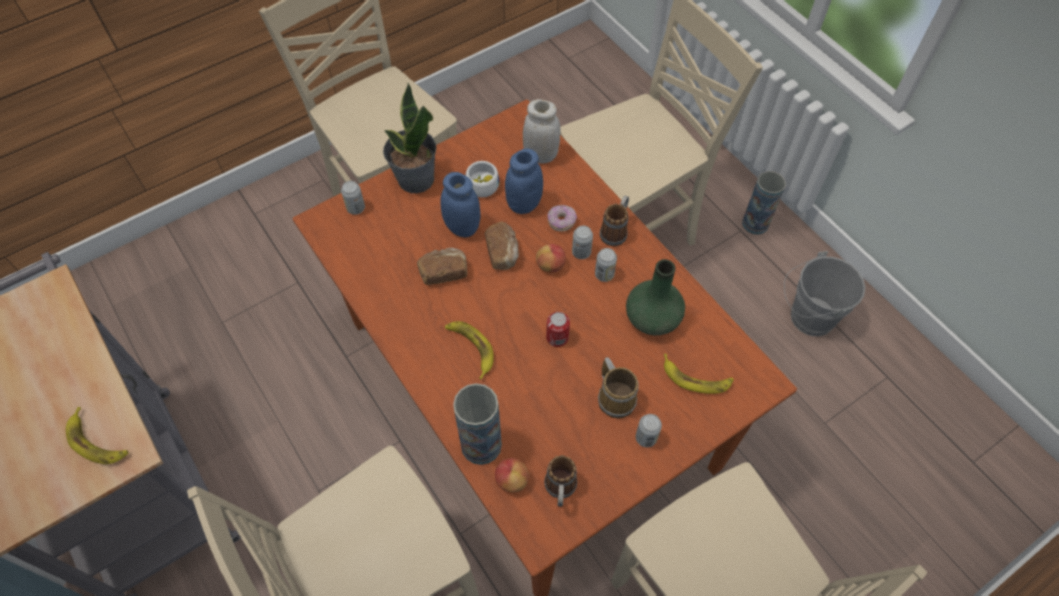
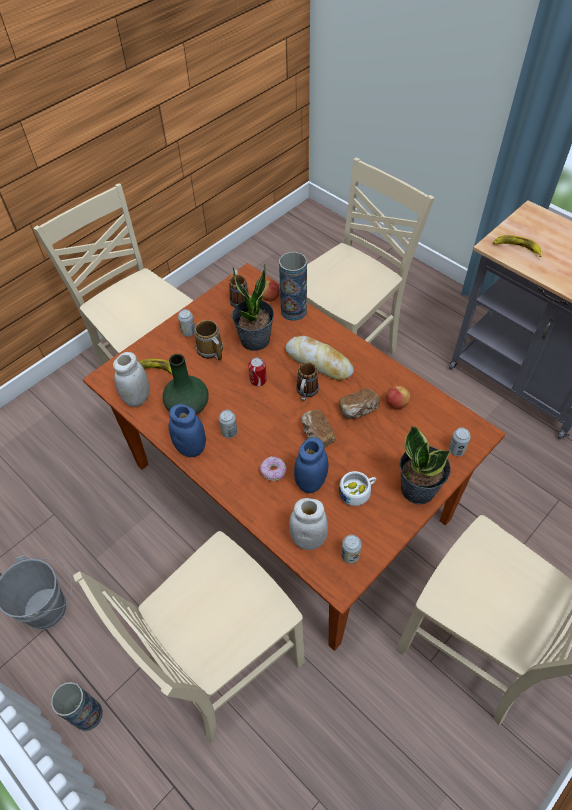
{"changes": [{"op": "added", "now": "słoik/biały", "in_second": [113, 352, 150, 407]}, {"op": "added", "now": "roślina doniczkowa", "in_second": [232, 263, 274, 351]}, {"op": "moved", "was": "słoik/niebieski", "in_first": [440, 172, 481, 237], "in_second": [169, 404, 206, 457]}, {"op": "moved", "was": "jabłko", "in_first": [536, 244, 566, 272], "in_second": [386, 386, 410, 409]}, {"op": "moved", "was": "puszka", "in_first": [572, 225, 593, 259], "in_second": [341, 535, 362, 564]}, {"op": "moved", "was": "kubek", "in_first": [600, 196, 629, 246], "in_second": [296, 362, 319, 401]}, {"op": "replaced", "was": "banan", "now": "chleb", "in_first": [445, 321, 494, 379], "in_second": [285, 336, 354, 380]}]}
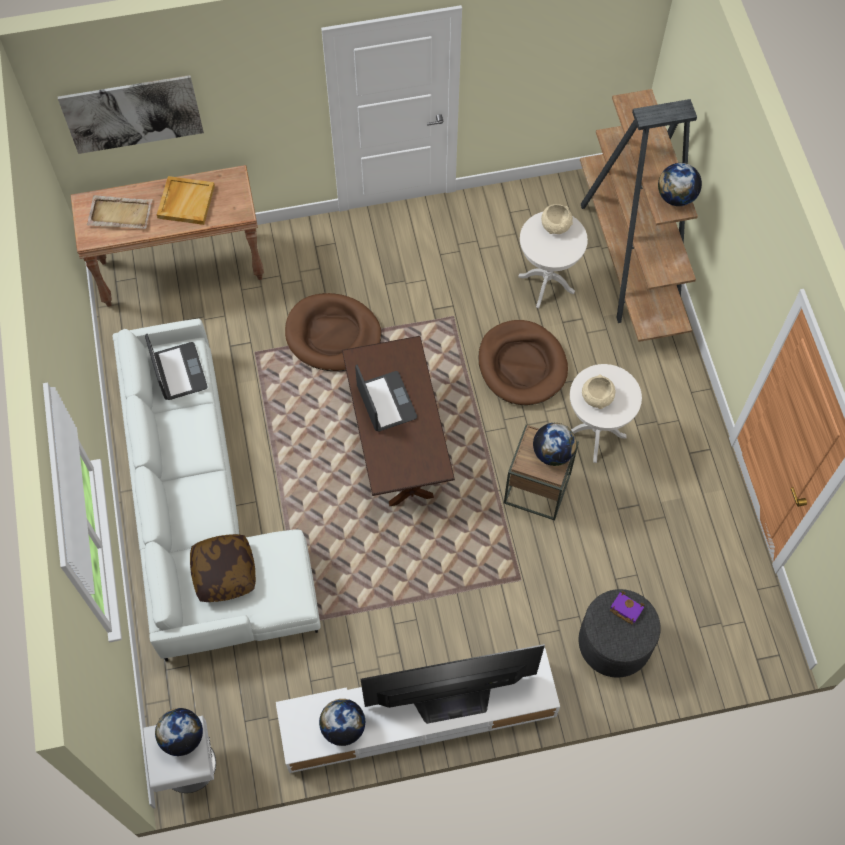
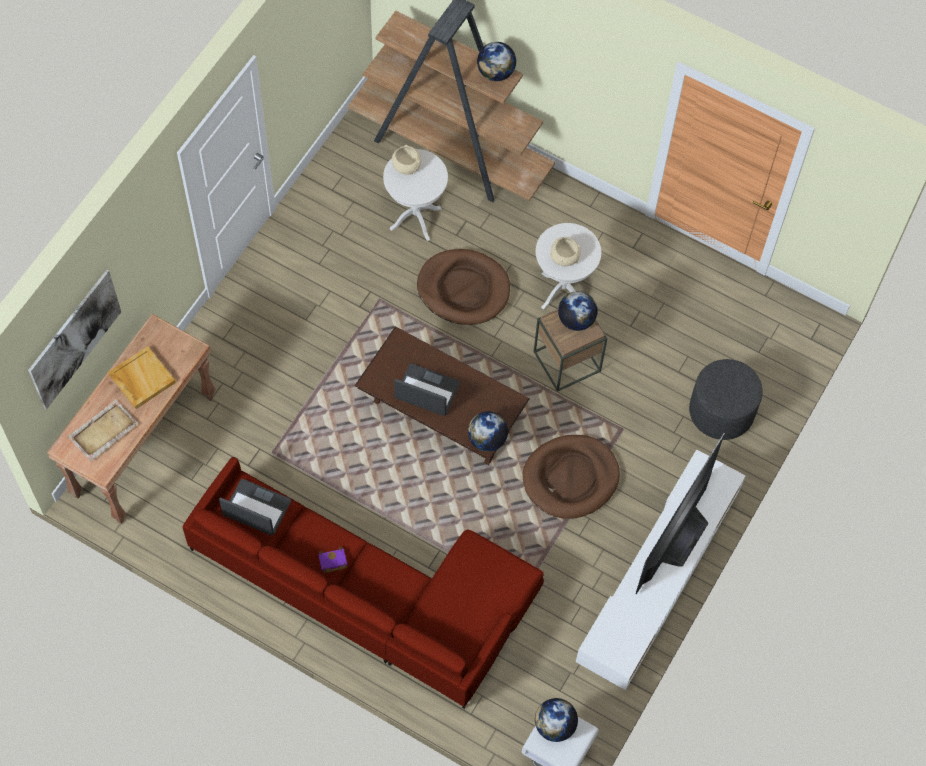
{"changes": [{"op": "removed", "was": "poduszka", "in_first": [190, 534, 256, 602]}, {"op": "moved", "was": "legowisko/brązowy", "in_first": [285, 293, 381, 371], "in_second": [523, 435, 620, 519]}, {"op": "moved", "was": "globus", "in_first": [319, 699, 365, 746], "in_second": [468, 411, 508, 452]}, {"op": "moved", "was": "książka/fioletowy", "in_first": [610, 591, 644, 625], "in_second": [318, 547, 347, 573]}, {"op": "recoloured", "was": "kanapa/biały", "now": "kanapa/czerwony", "in_first": [113, 319, 321, 661], "in_second": [183, 457, 544, 709]}]}
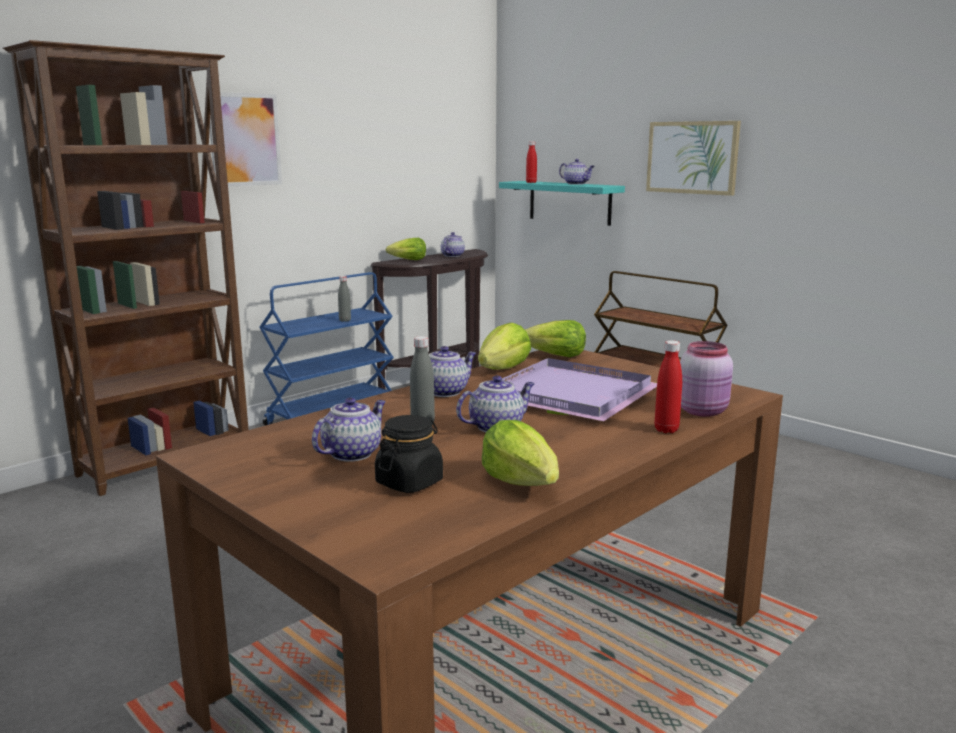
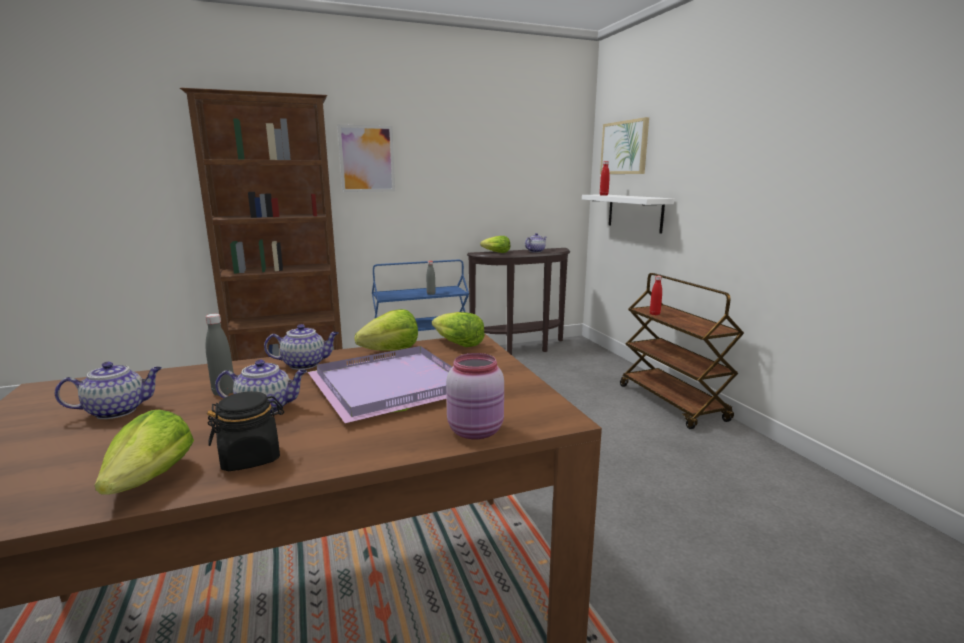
{"changes": [{"op": "removed", "was": "imbryk", "in_first": [559, 159, 595, 185]}, {"op": "moved", "was": "słoik/czarny", "in_first": [375, 415, 443, 493], "in_second": [207, 391, 284, 471]}, {"op": "moved", "was": "obraz", "in_first": [646, 121, 741, 196], "in_second": [600, 117, 649, 174]}, {"op": "moved", "was": "butelka/czerwony", "in_first": [655, 340, 682, 433], "in_second": [650, 276, 662, 315]}, {"op": "recoloured", "was": "półka/turkusowy", "now": "półka/biały", "in_first": [499, 181, 625, 226], "in_second": [582, 195, 674, 233]}]}
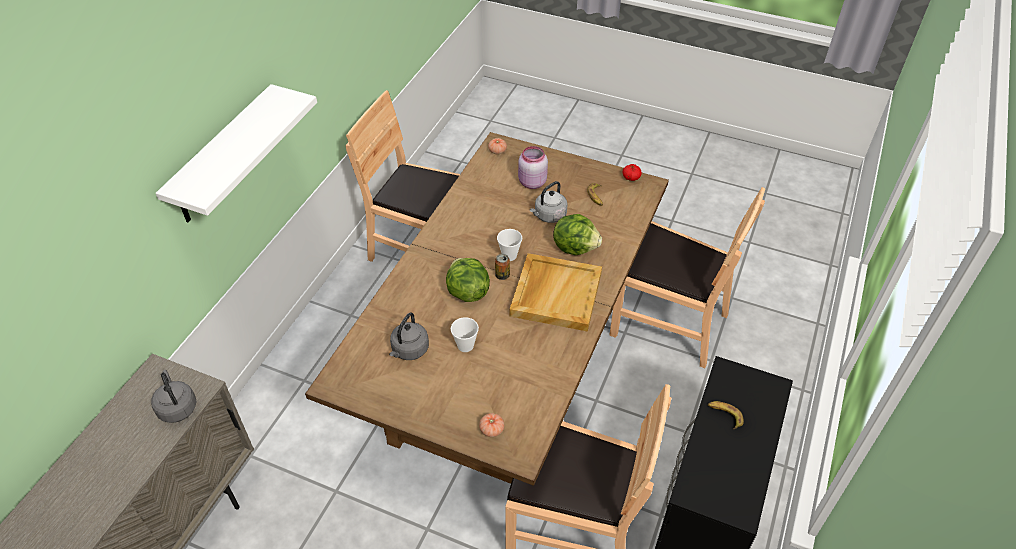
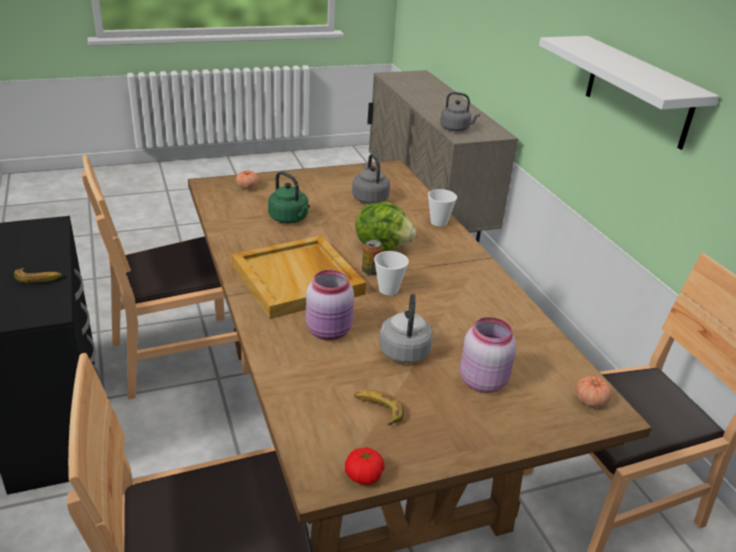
{"changes": [{"op": "added", "now": "czajnik/zielony", "in_second": [268, 171, 310, 223]}, {"op": "moved", "was": "filiżanka", "in_first": [451, 317, 479, 352], "in_second": [428, 189, 457, 227]}, {"op": "replaced", "was": "sałata", "now": "słoik/różowy", "in_first": [553, 214, 602, 255], "in_second": [306, 270, 354, 340]}]}
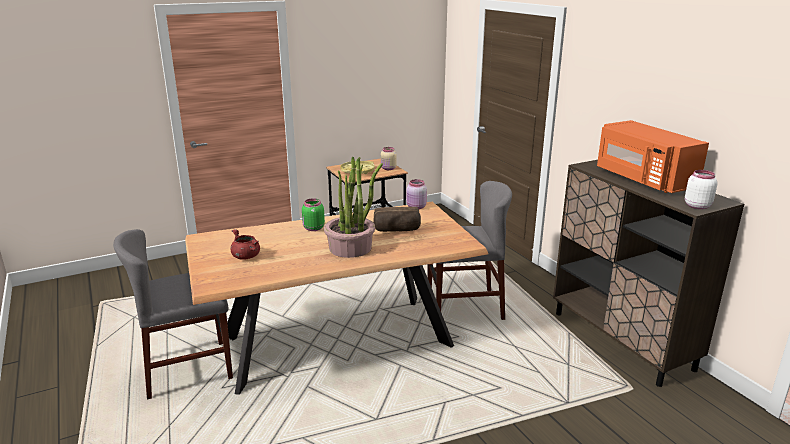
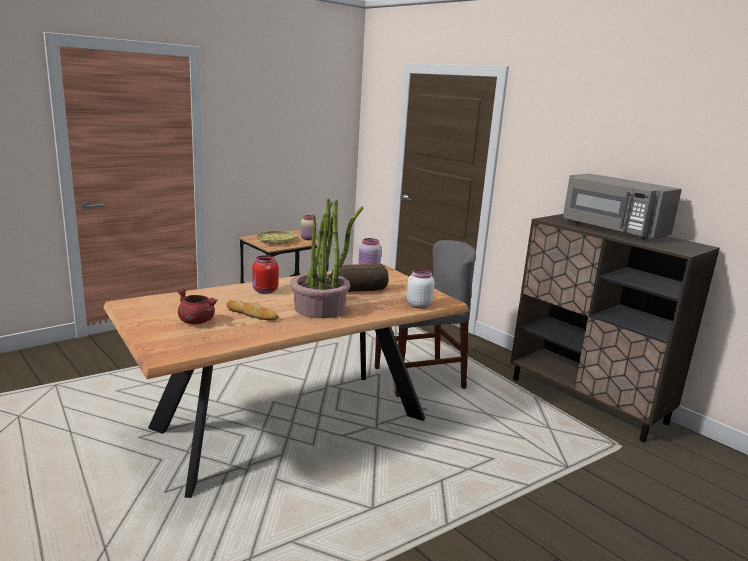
{"changes": [{"op": "removed", "was": "krzesło/szary", "in_first": [113, 229, 233, 400]}, {"op": "added", "now": "chleb", "in_second": [226, 300, 279, 321]}, {"op": "moved", "was": "słoik/biały", "in_first": [685, 170, 717, 209], "in_second": [407, 269, 435, 309]}, {"op": "recoloured", "was": "słoik/zielony", "now": "słoik/czerwony", "in_first": [302, 198, 325, 231], "in_second": [252, 255, 279, 294]}, {"op": "recoloured", "was": "mikrofalówka/pomarańczowy", "now": "mikrofalówka/szary", "in_first": [597, 120, 709, 193], "in_second": [563, 174, 682, 240]}]}
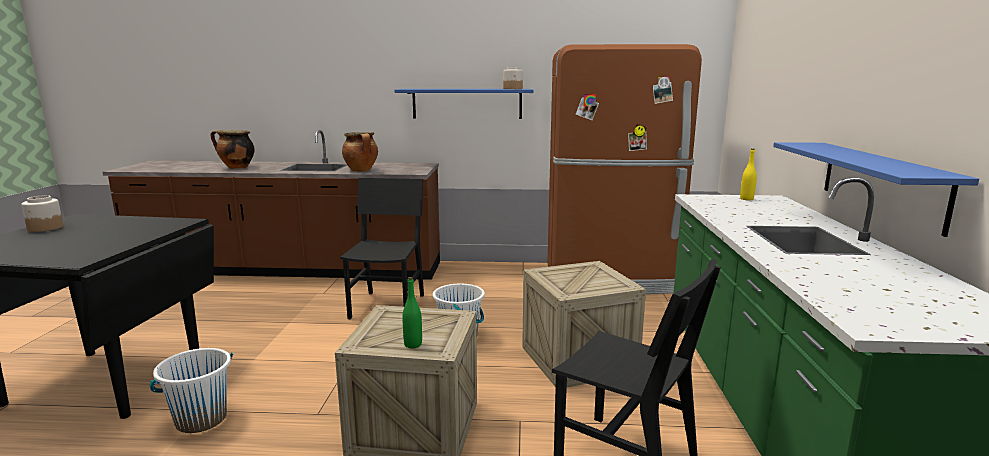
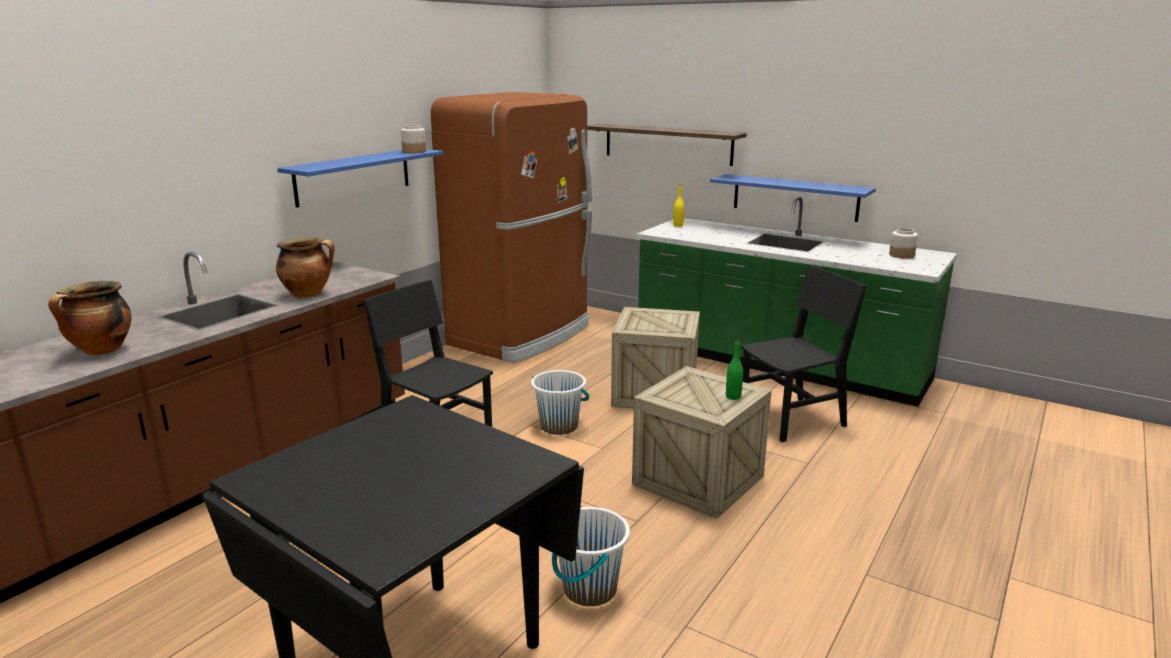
{"changes": [{"op": "added", "now": "półka", "in_second": [587, 124, 747, 166]}, {"op": "moved", "was": "słoik", "in_first": [21, 195, 63, 232], "in_second": [889, 228, 918, 259]}]}
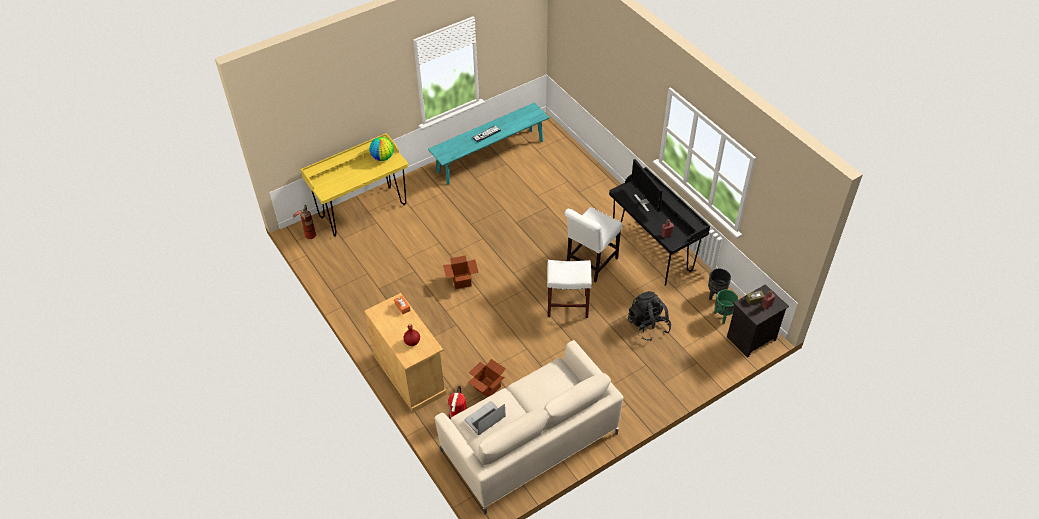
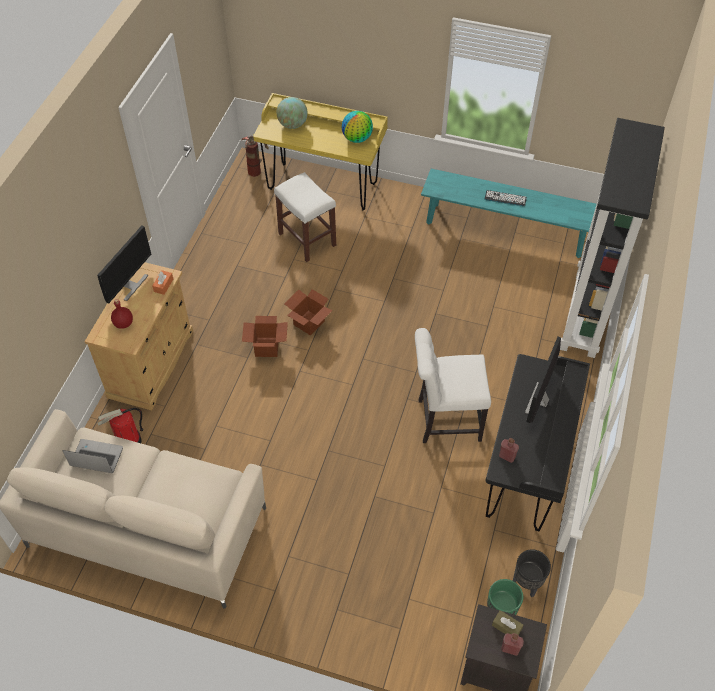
{"changes": [{"op": "removed", "was": "plecak/czarny", "in_first": [628, 291, 671, 341]}, {"op": "added", "now": "monitor", "in_second": [97, 225, 151, 303]}, {"op": "added", "now": "globus", "in_second": [276, 97, 308, 129]}, {"op": "added", "now": "regał/czarny", "in_second": [560, 118, 665, 358]}, {"op": "moved", "was": "karton", "in_first": [468, 359, 506, 397], "in_second": [242, 316, 288, 357]}, {"op": "moved", "was": "stołek/biały", "in_first": [547, 260, 591, 318], "in_second": [274, 172, 336, 262]}]}
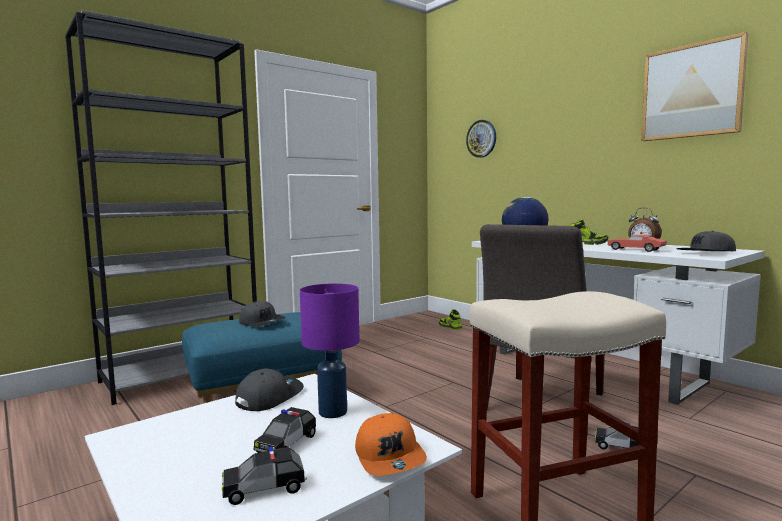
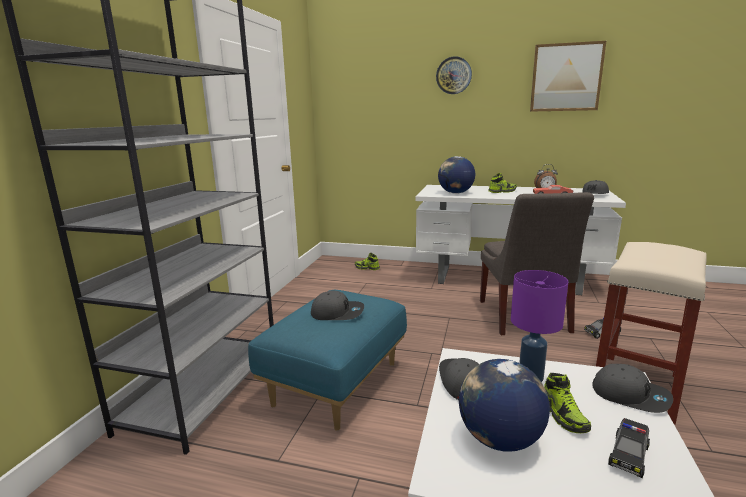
{"changes": [{"op": "added", "now": "globus", "in_second": [459, 359, 550, 452]}, {"op": "moved", "was": "zegar ścienny", "in_first": [466, 120, 496, 158], "in_second": [436, 56, 472, 94]}, {"op": "replaced", "was": "samochodzik", "now": "but", "in_first": [254, 407, 316, 453], "in_second": [544, 373, 591, 433]}, {"op": "recoloured", "was": "czapka z daszkiem/pomarańczowy", "now": "czapka z daszkiem/szary", "in_first": [355, 413, 427, 476], "in_second": [592, 364, 673, 413]}]}
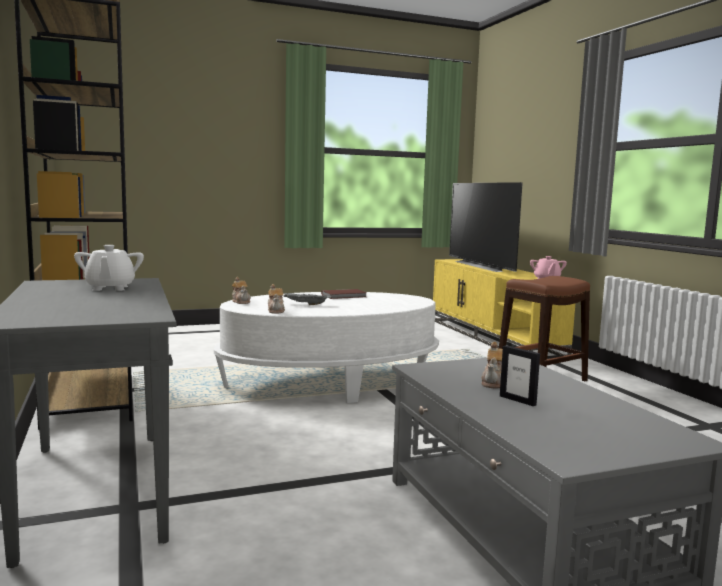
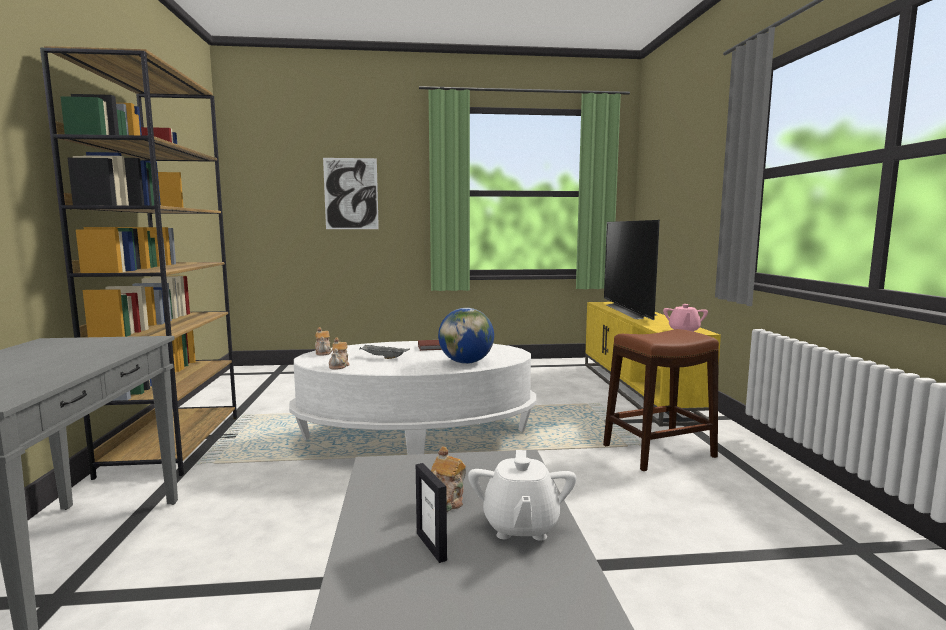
{"changes": [{"op": "added", "now": "obraz", "in_second": [323, 158, 379, 229]}, {"op": "added", "now": "globus", "in_second": [438, 308, 494, 364]}, {"op": "moved", "was": "imbryk/biały", "in_first": [74, 245, 144, 291], "in_second": [468, 450, 576, 541]}]}
